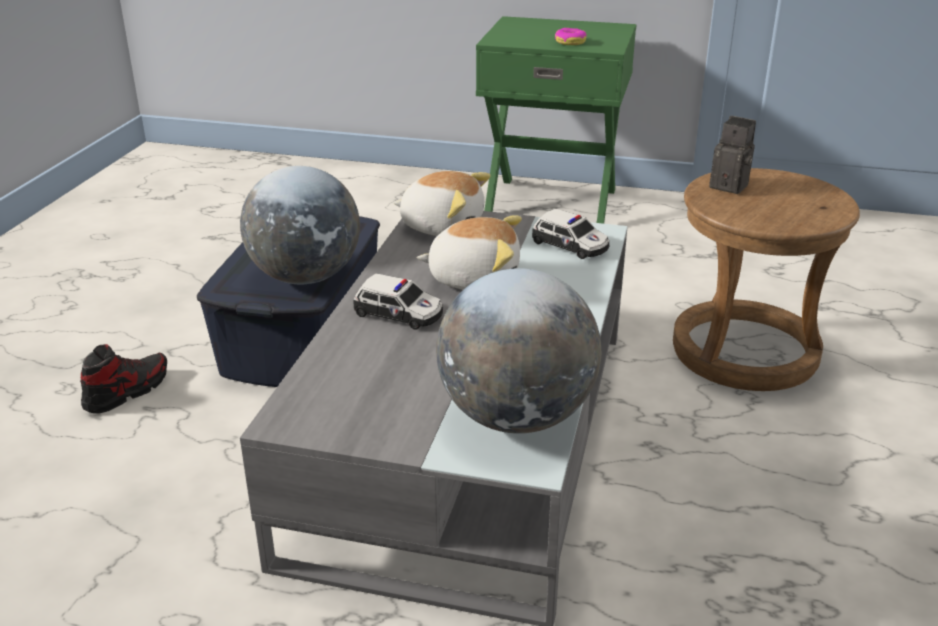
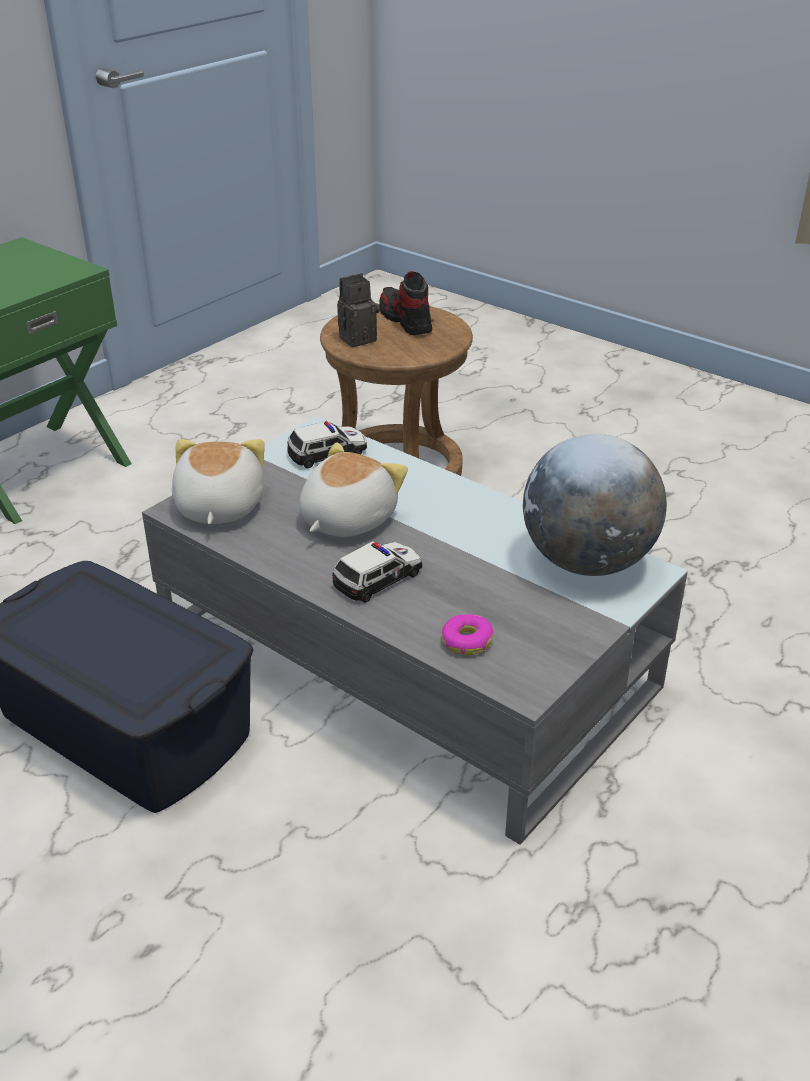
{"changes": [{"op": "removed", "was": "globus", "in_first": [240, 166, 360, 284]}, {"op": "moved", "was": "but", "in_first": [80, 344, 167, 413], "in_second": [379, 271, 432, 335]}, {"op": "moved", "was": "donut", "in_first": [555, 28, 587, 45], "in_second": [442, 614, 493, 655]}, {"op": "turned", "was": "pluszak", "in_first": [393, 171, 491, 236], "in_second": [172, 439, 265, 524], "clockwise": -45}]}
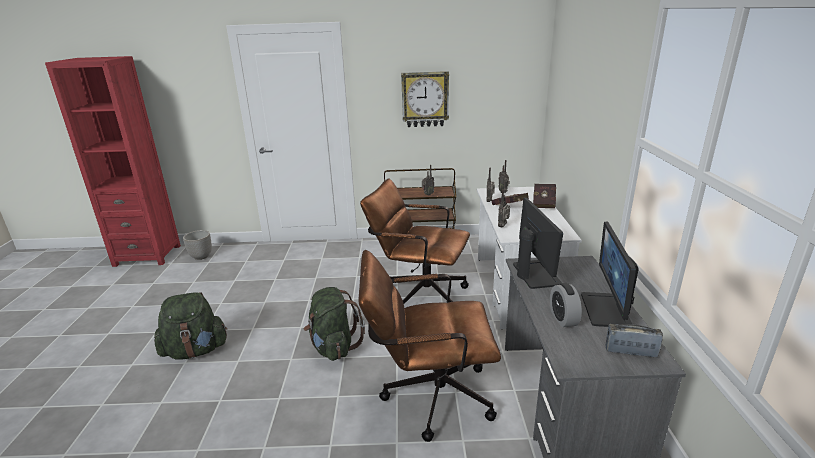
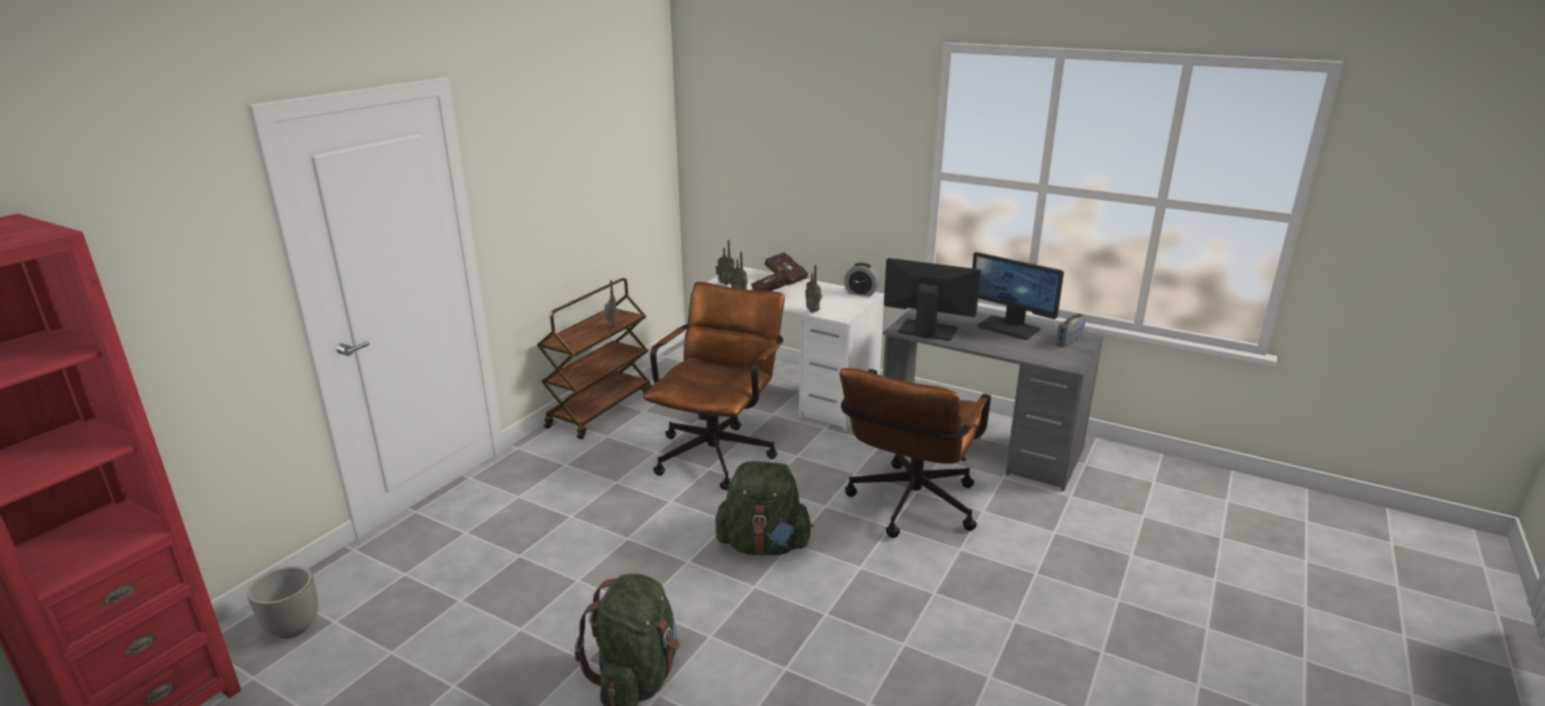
{"changes": [{"op": "removed", "was": "zegar ścienny", "in_first": [401, 71, 449, 127]}, {"op": "moved", "was": "budzik", "in_first": [550, 283, 582, 327], "in_second": [844, 263, 880, 297]}, {"op": "turned", "was": "krzesło biurowe/brązowy", "in_first": [360, 178, 470, 304], "in_second": [643, 282, 785, 490], "clockwise": 150}]}
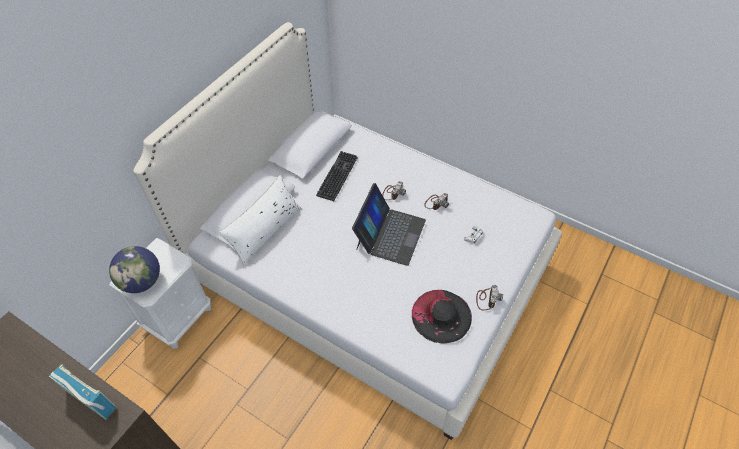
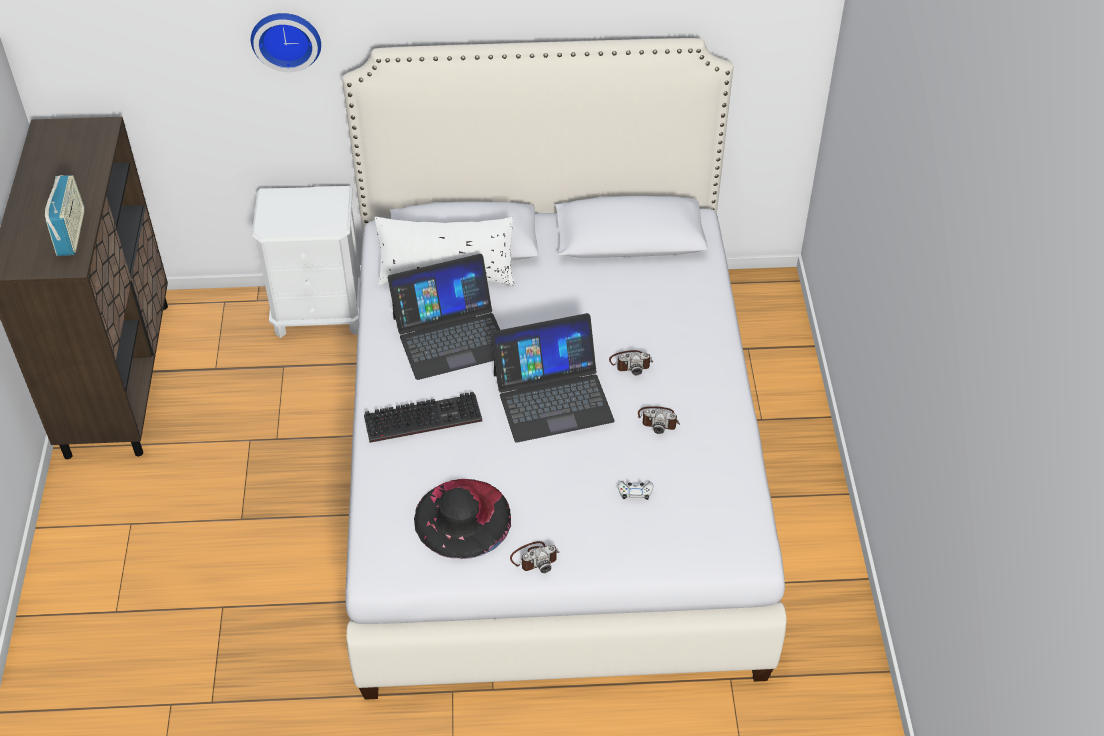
{"changes": [{"op": "removed", "was": "globus", "in_first": [109, 246, 160, 293]}, {"op": "added", "now": "zegar ścienny", "in_second": [251, 13, 321, 72]}, {"op": "added", "now": "laptop", "in_second": [388, 254, 500, 380]}, {"op": "moved", "was": "klawiatura", "in_first": [316, 151, 357, 201], "in_second": [364, 392, 482, 443]}]}
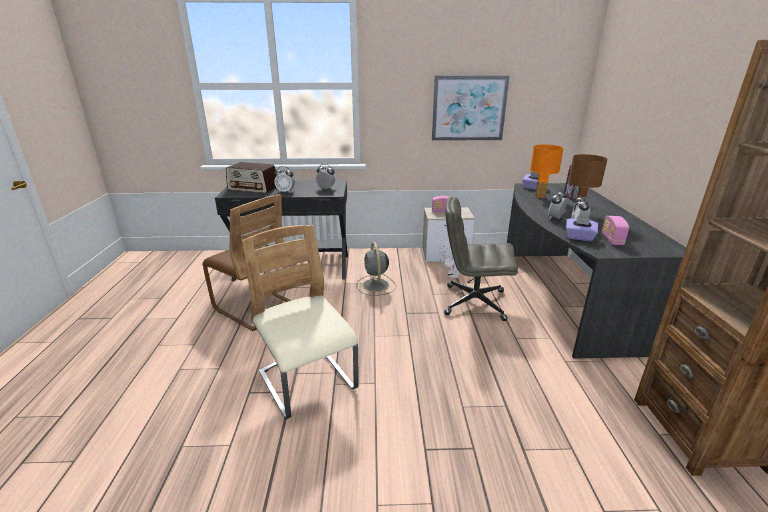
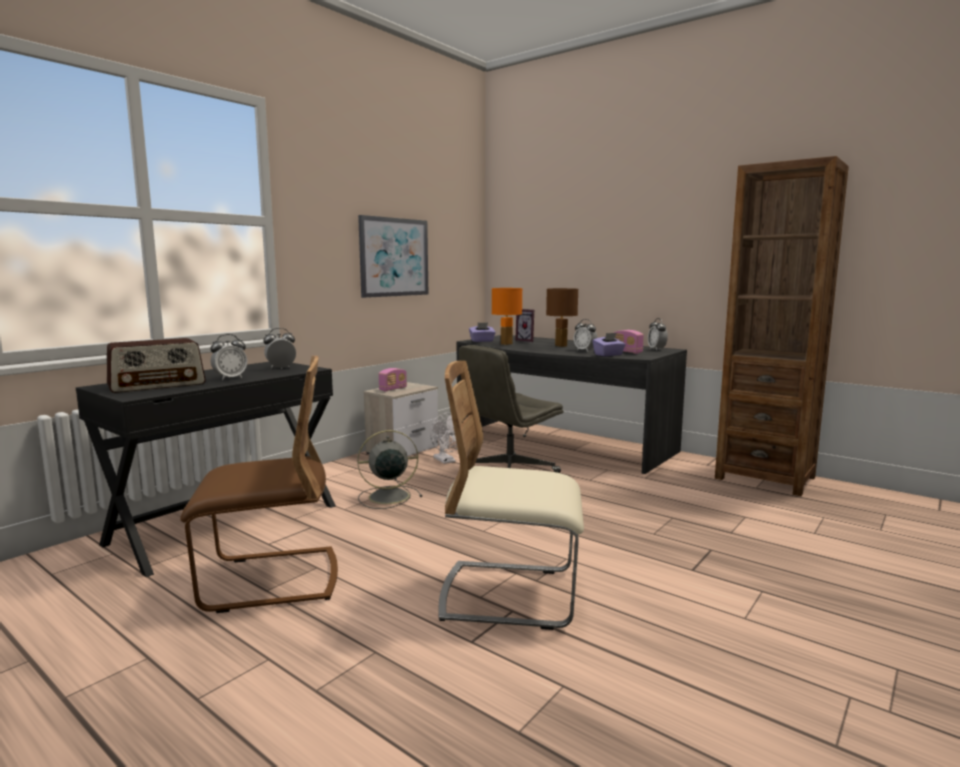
{"changes": [{"op": "moved", "was": "budzik", "in_first": [548, 190, 567, 219], "in_second": [648, 318, 668, 350]}, {"op": "turned", "was": "wentylator/szary", "in_first": [357, 242, 396, 296], "in_second": [357, 430, 422, 509], "clockwise": 135}]}
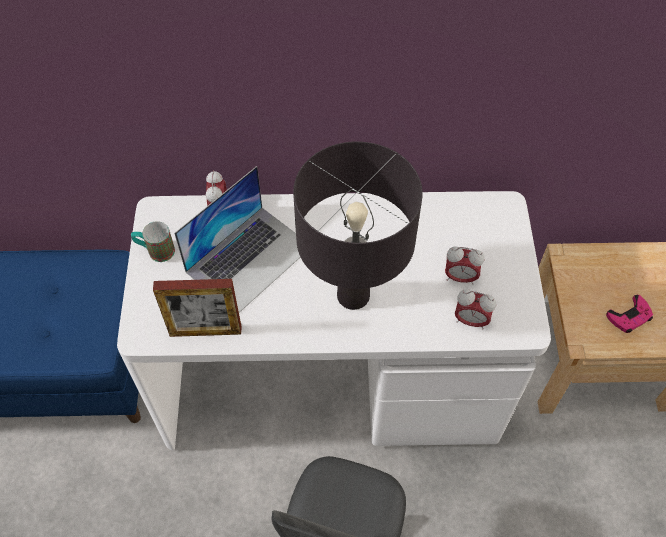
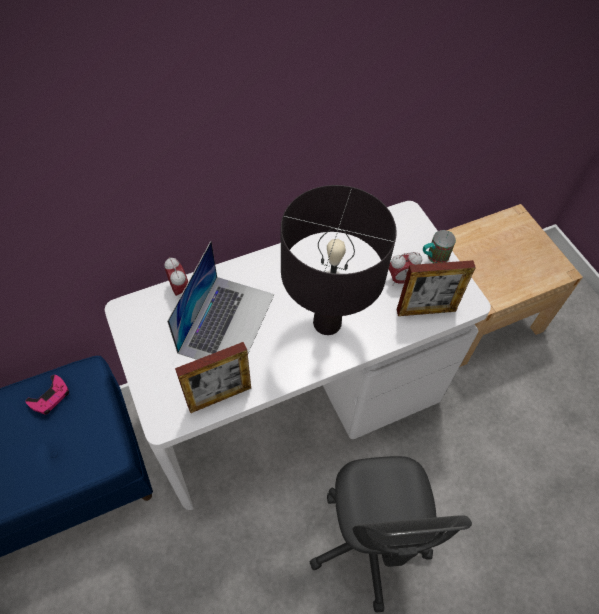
{"changes": [{"op": "moved", "was": "kubek", "in_first": [131, 221, 175, 262], "in_second": [423, 230, 456, 263]}, {"op": "moved", "was": "pad do gier/różowy", "in_first": [606, 295, 653, 333], "in_second": [25, 375, 69, 414]}, {"op": "replaced", "was": "budzik", "now": "ramka na zdjęcie", "in_first": [455, 289, 496, 330], "in_second": [397, 260, 476, 316]}]}
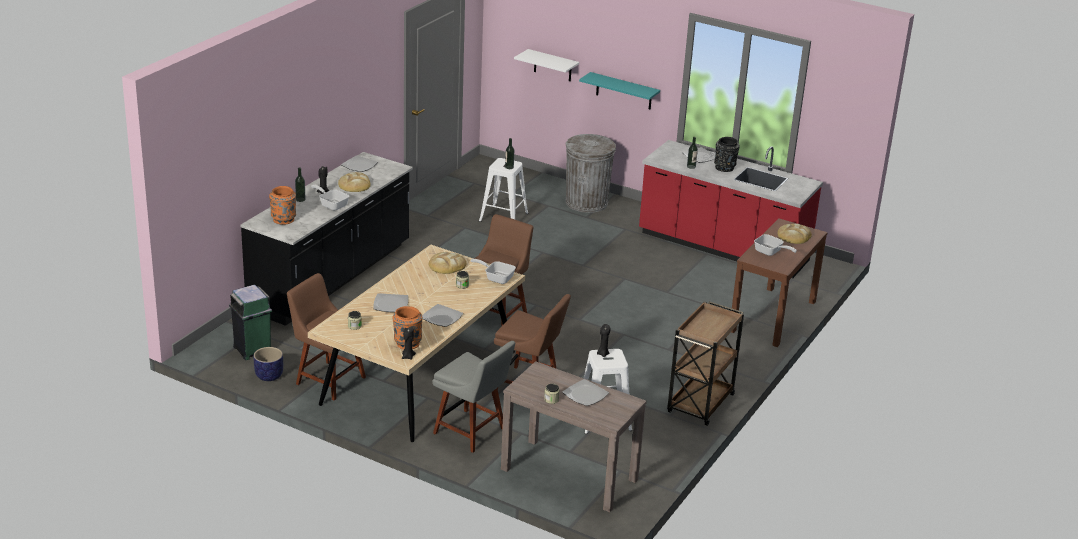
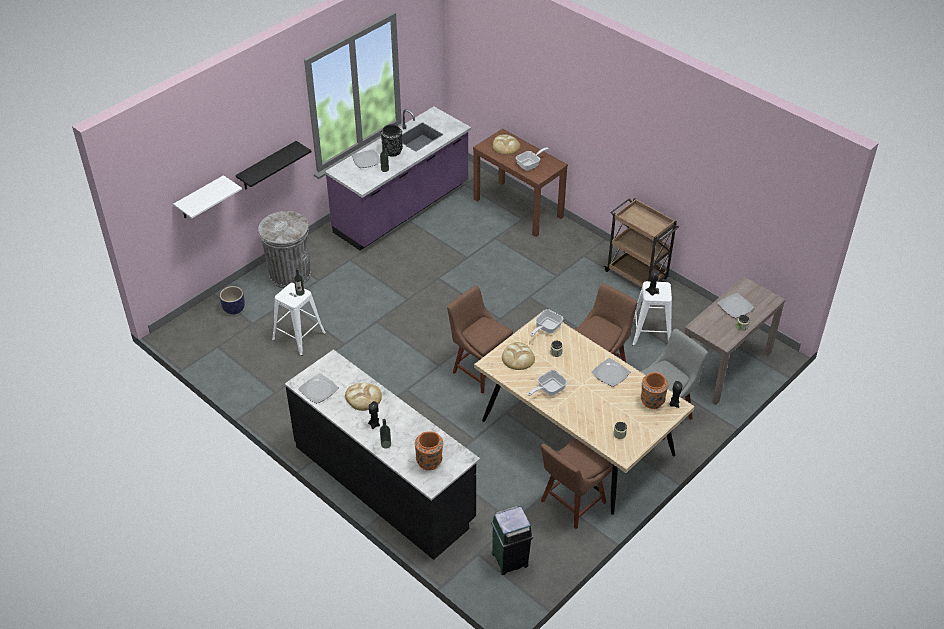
{"changes": [{"op": "removed", "was": "talerz", "in_first": [373, 293, 408, 312]}, {"op": "moved", "was": "donica", "in_first": [254, 347, 283, 381], "in_second": [220, 286, 245, 315]}, {"op": "moved", "was": "patelnia", "in_first": [311, 185, 349, 210], "in_second": [528, 370, 567, 396]}, {"op": "recoloured", "was": "półka/turkusowy", "now": "półka/czarny", "in_first": [579, 72, 660, 109], "in_second": [235, 141, 311, 190]}, {"op": "recoloured", "was": "zabudowa kuchenna/czerwony", "now": "zabudowa kuchenna/fioletowy", "in_first": [639, 140, 823, 278], "in_second": [325, 107, 471, 251]}]}
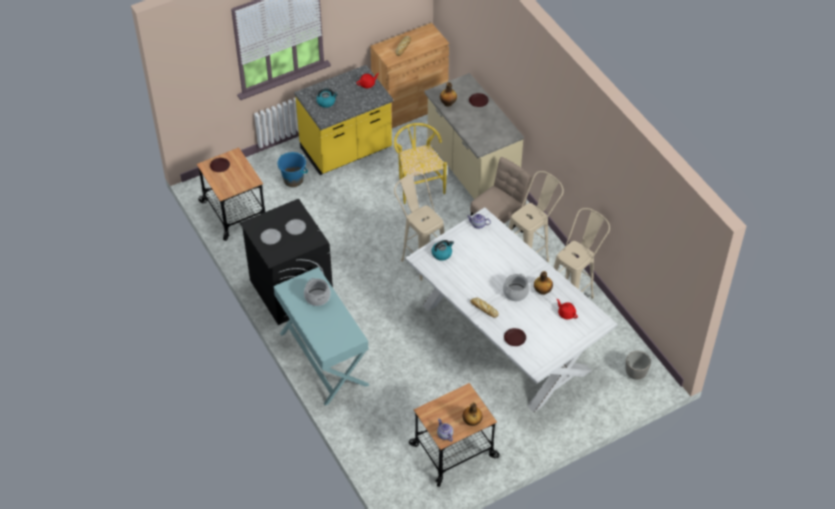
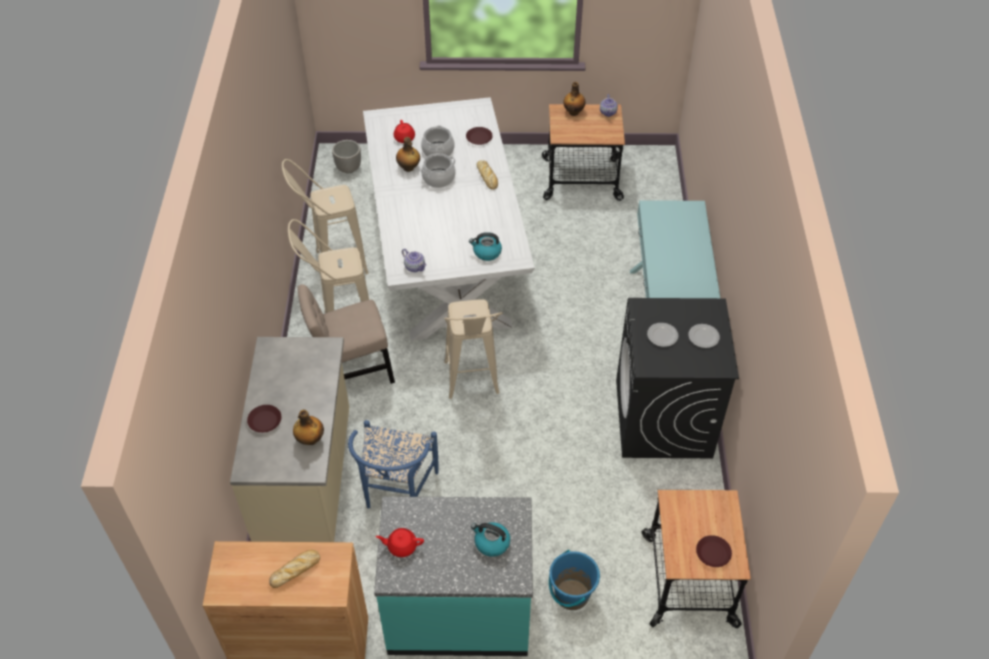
{"changes": [{"op": "moved", "was": "garnek", "in_first": [304, 278, 331, 306], "in_second": [421, 125, 455, 157]}, {"op": "recoloured", "was": "zabudowa kuchenna/żółty", "now": "zabudowa kuchenna/turkusowy", "in_first": [294, 65, 393, 175], "in_second": [374, 496, 533, 656]}, {"op": "recoloured", "was": "krzesło/żółty", "now": "krzesło/niebieski", "in_first": [394, 123, 447, 204], "in_second": [348, 420, 438, 509]}]}
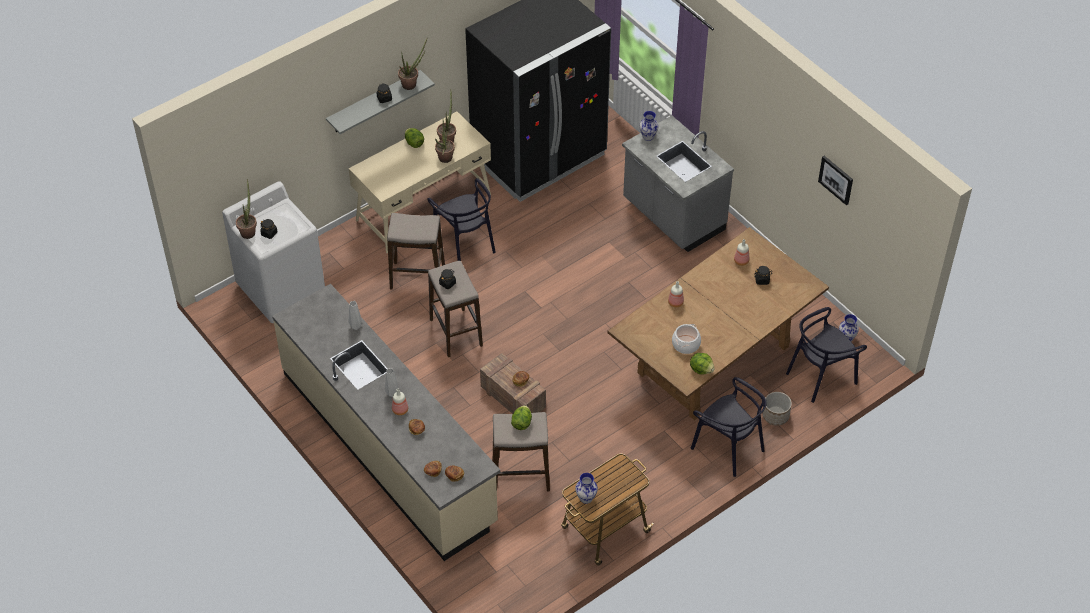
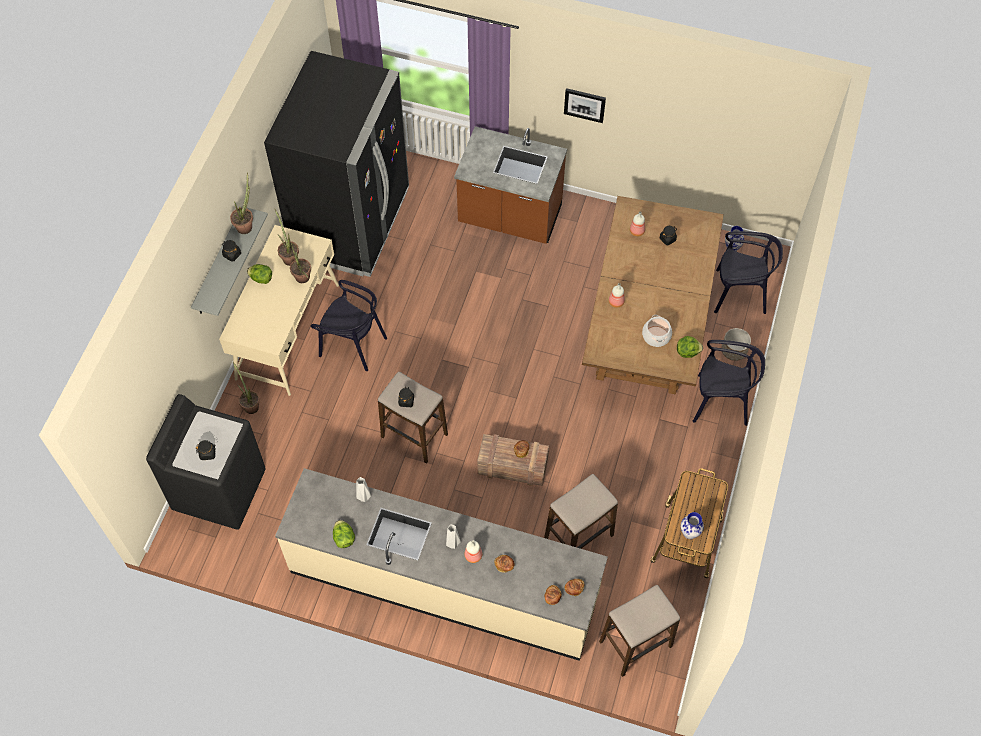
{"changes": [{"op": "removed", "was": "wazon", "in_first": [639, 111, 659, 141]}, {"op": "moved", "was": "roślina doniczkowa", "in_first": [236, 179, 257, 239], "in_second": [233, 362, 260, 414]}, {"op": "moved", "was": "stołek", "in_first": [387, 213, 445, 289], "in_second": [599, 585, 680, 677]}, {"op": "moved", "was": "sałata", "in_first": [511, 405, 532, 430], "in_second": [333, 520, 355, 548]}, {"op": "moved", "was": "obraz", "in_first": [818, 156, 853, 205], "in_second": [564, 88, 606, 123]}, {"op": "recoloured", "was": "pralka/biały", "now": "pralka/czarny", "in_first": [222, 181, 325, 323], "in_second": [146, 394, 266, 530]}, {"op": "recoloured", "was": "zabudowa kuchenna/szary", "now": "zabudowa kuchenna/brązowy", "in_first": [622, 116, 734, 252], "in_second": [454, 126, 567, 244]}, {"op": "turned", "was": "krzesło/czarny", "in_first": [786, 307, 867, 403], "in_second": [714, 231, 783, 314], "clockwise": -105}]}
